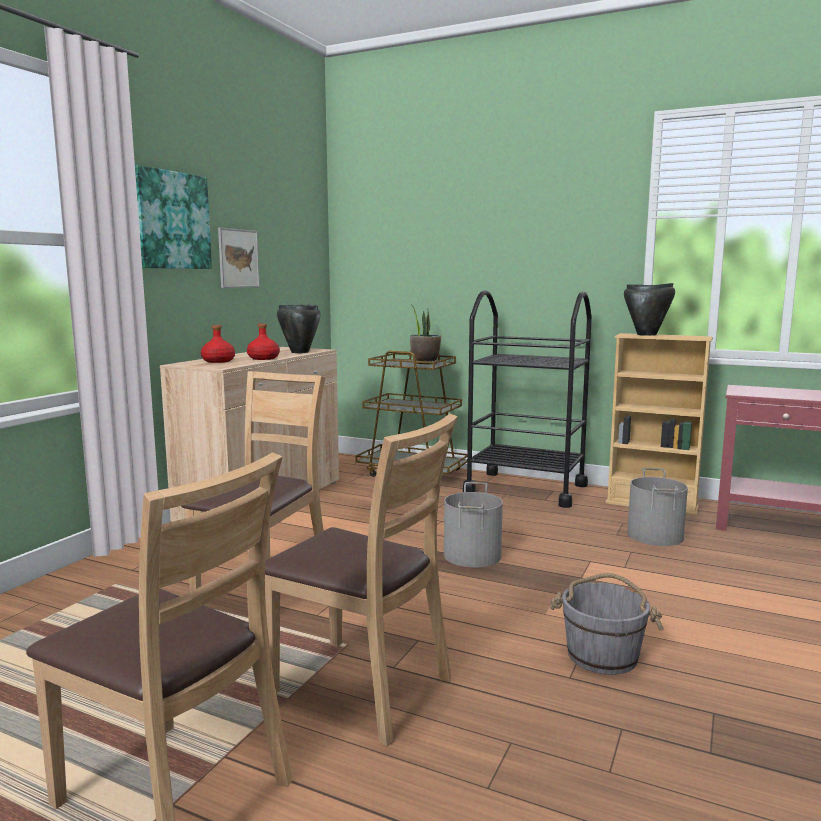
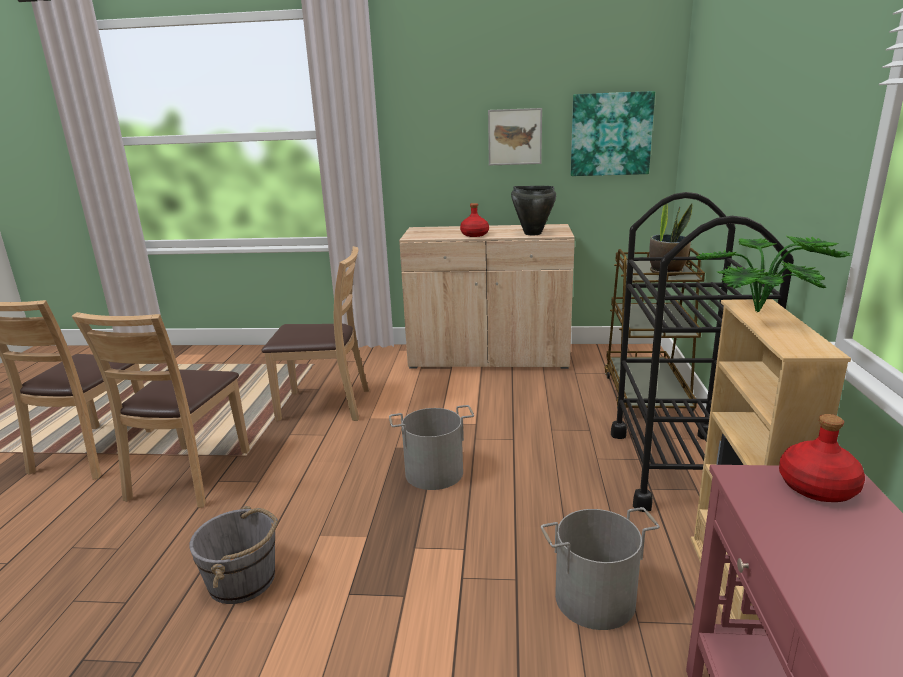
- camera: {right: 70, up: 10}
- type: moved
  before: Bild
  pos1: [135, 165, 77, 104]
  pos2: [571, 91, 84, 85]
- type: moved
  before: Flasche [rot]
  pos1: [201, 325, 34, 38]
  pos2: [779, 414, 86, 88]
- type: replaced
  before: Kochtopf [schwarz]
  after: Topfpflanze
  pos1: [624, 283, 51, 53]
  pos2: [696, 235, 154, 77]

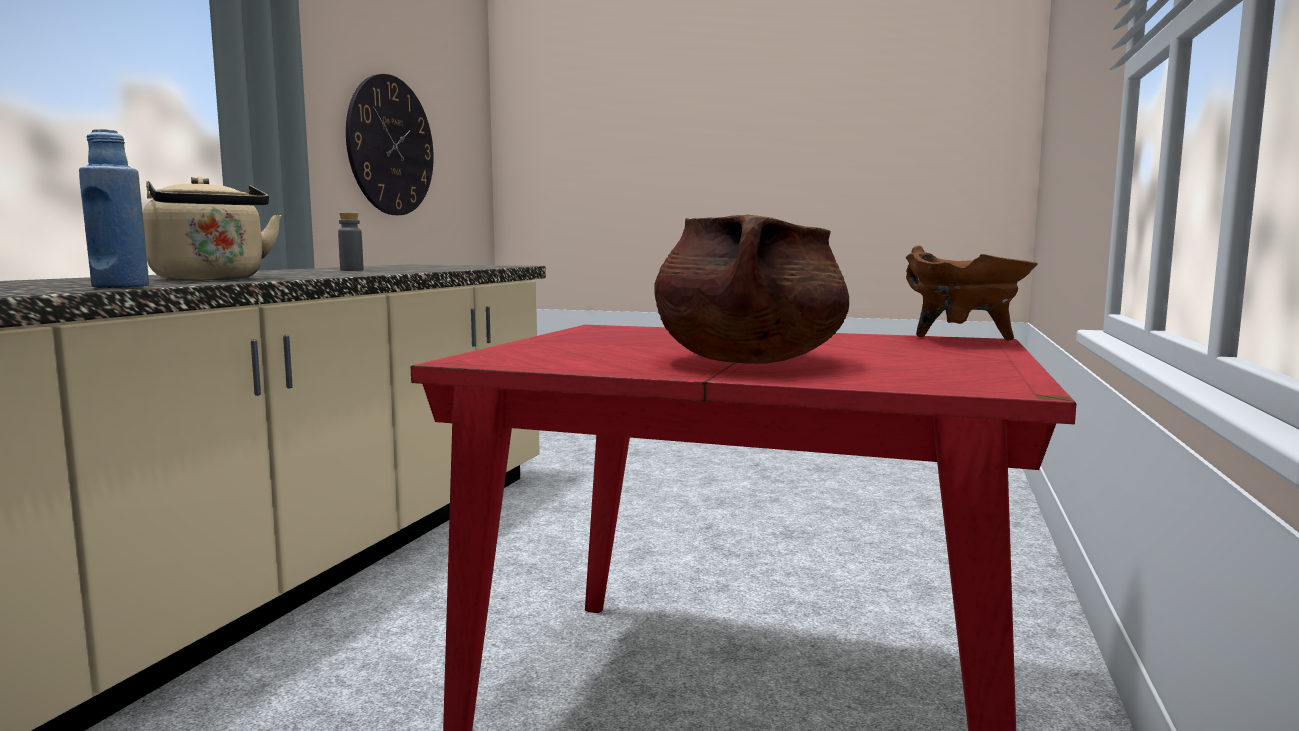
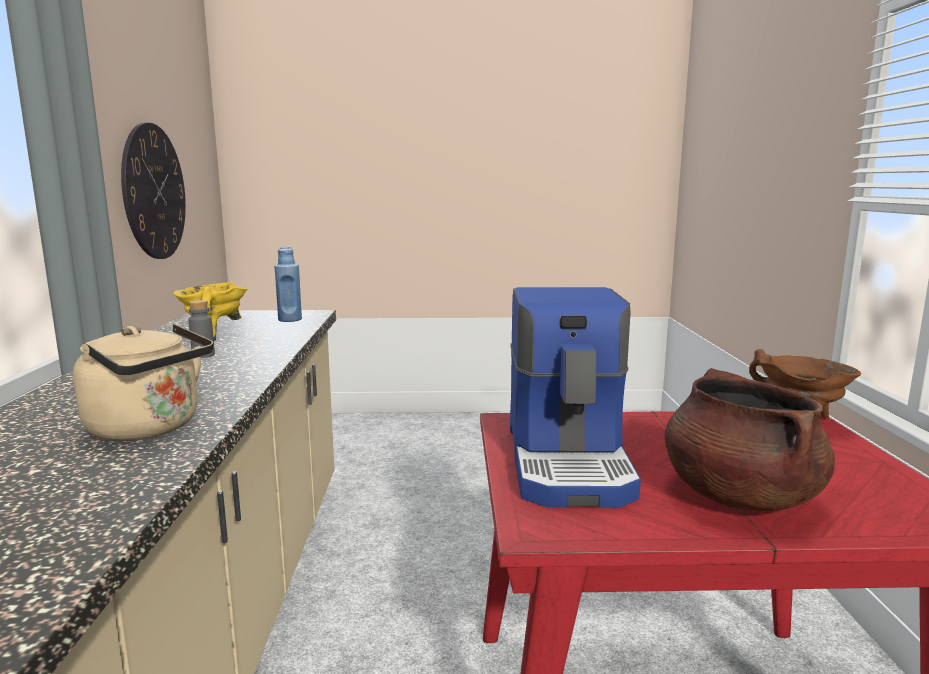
- camera: {right: -20, up: 5}
- type: added
  after: Kochtopf [gelb]
  pos2: [173, 282, 75, 59]
- type: added
  after: Kaffeemaschine
  pos2: [510, 287, 131, 221]
- type: moved
  before: Flasche [blau]
  pos1: [79, 129, 70, 159]
  pos2: [274, 246, 28, 76]

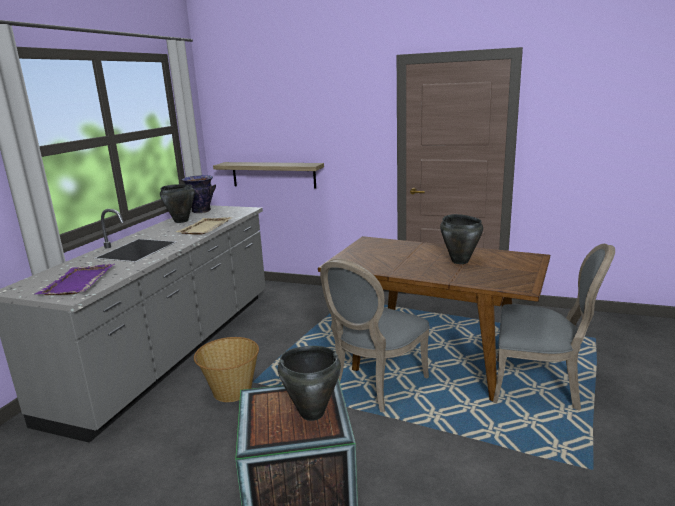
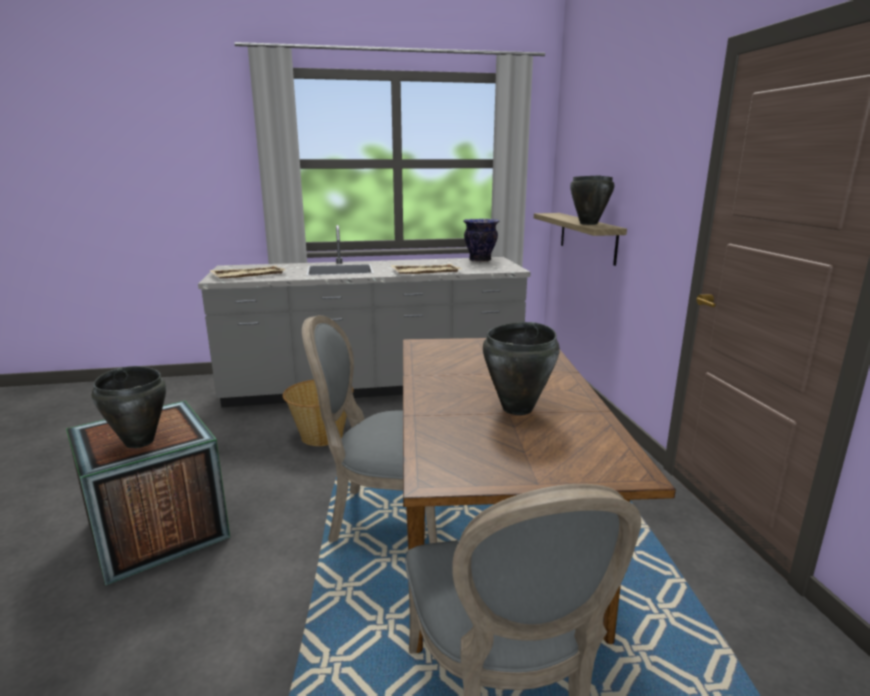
- camera: {right: 60, up: 0}
- type: moved
  before: Kochtopf [schwarz]
  pos1: [160, 184, 35, 39]
  pos2: [570, 175, 44, 50]
- type: recoloured
  before: Tablett [lila]
  after: Tablett [beige]
  pos1: [34, 264, 80, 31]
  pos2: [210, 266, 76, 12]

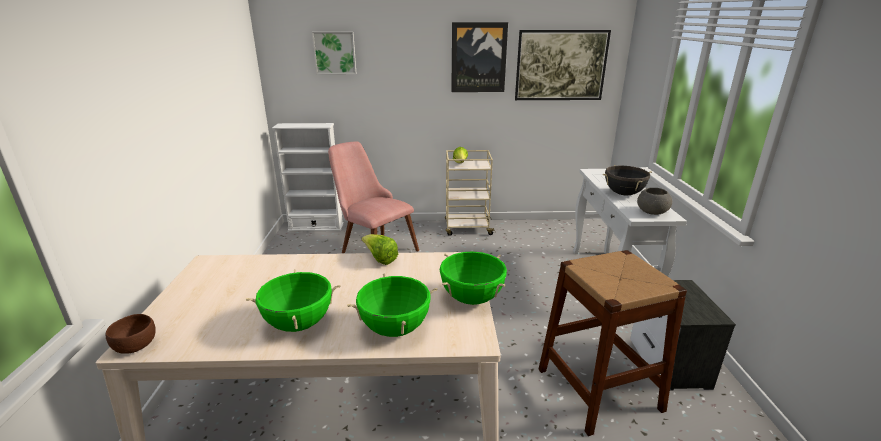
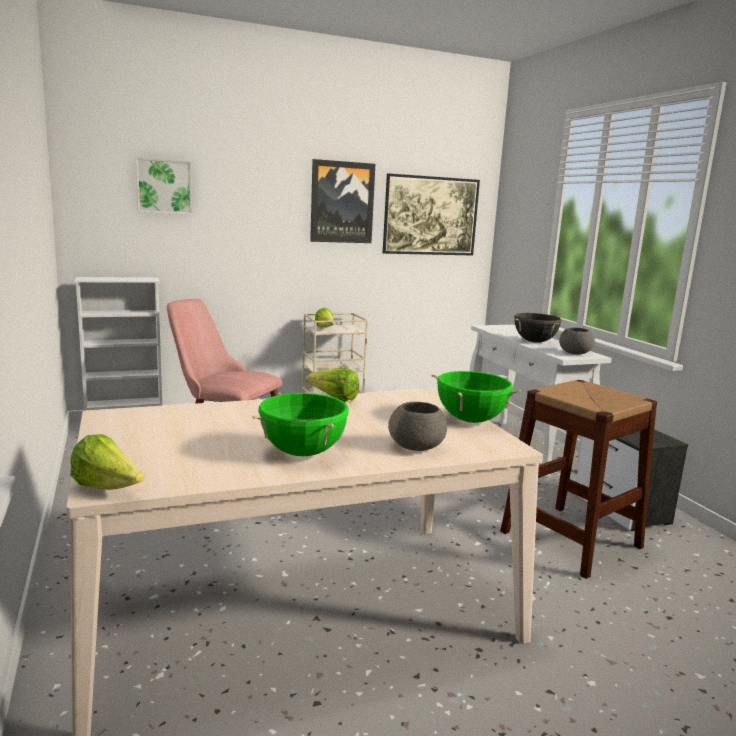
- camera: {right: -20, up: -10}
- type: replaced
  before: Schüssel [braun]
  after: Salatkopf
  pos1: [106, 314, 50, 40]
  pos2: [70, 435, 74, 55]
- type: replaced
  before: Kochtopf [grün]
  after: Schüssel [grau]
  pos1: [347, 274, 91, 63]
  pos2: [388, 402, 59, 49]

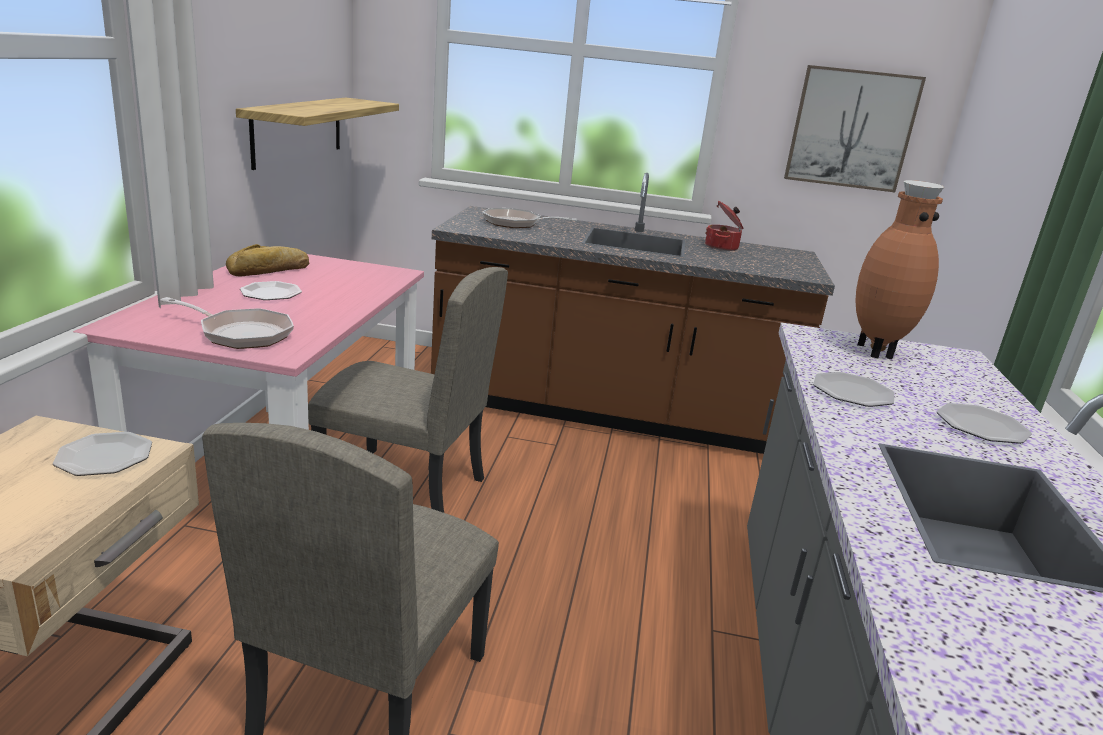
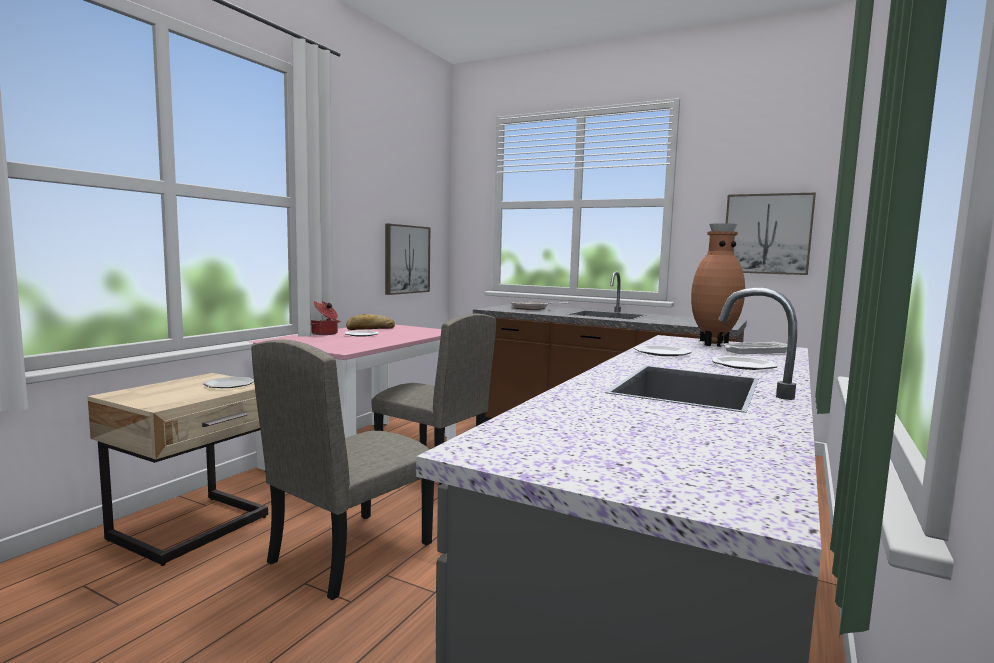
- camera: {right: 20, up: -15}
- type: removed
  before: Pfanne
  pos1: [160, 297, 134, 52]
- type: added
  after: Tablett [weiß]
  pos2: [720, 341, 67, 13]
- type: moved
  before: Kochtopf
  pos1: [705, 201, 38, 50]
  pos2: [311, 301, 30, 34]
- type: replaced
  before: Wandregal
  after: Bild
  pos1: [236, 97, 163, 73]
  pos2: [385, 224, 45, 71]

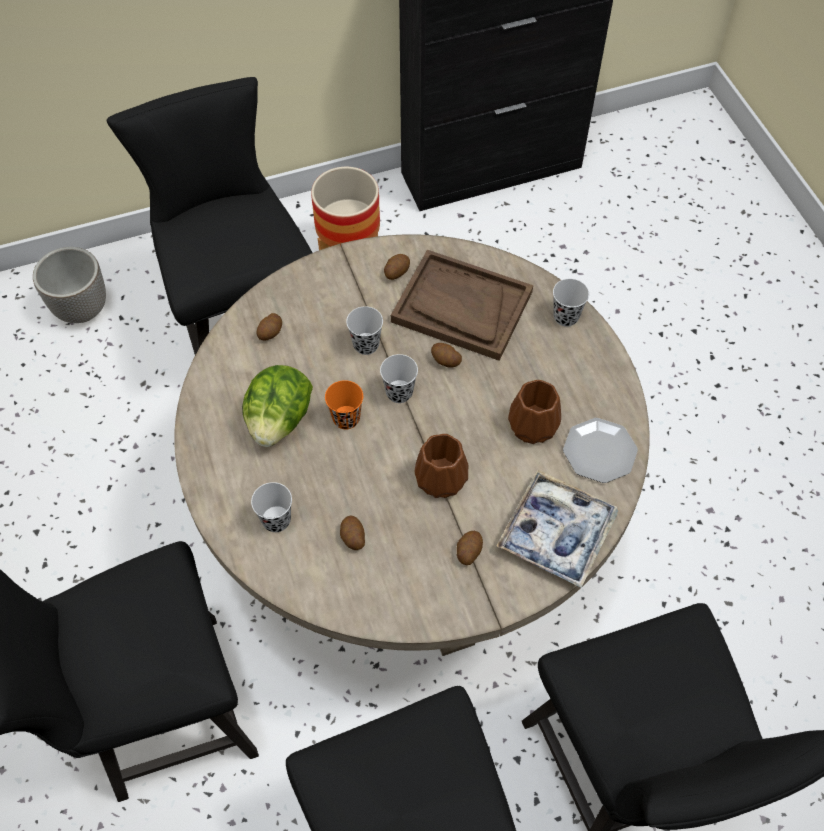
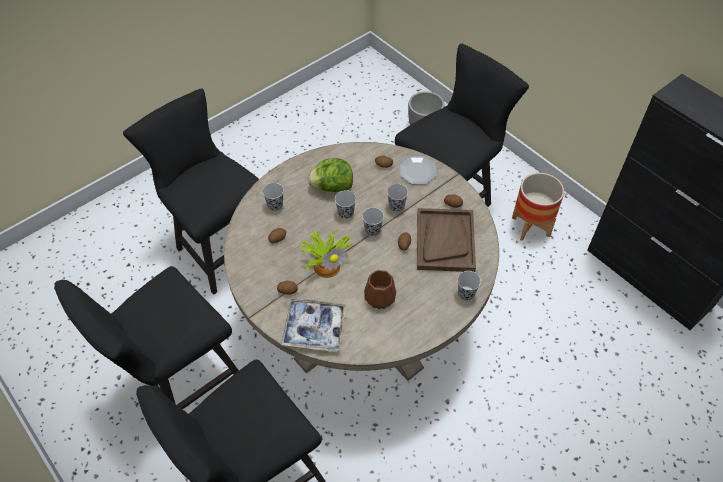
- camera: {right: 70, up: -5}
- type: moved
  before: Teller
  pos1: [563, 418, 75, 65]
  pos2: [399, 156, 38, 28]
- type: replaced
  before: Vase [braun]
  after: Topfpflanze
  pos1: [415, 434, 53, 64]
  pos2: [299, 231, 53, 47]
- type: recoloured
  before: Tasse [orange]
  after: Tasse [schwarz]
  pos1: [325, 380, 38, 49]
  pos2: [335, 190, 21, 29]

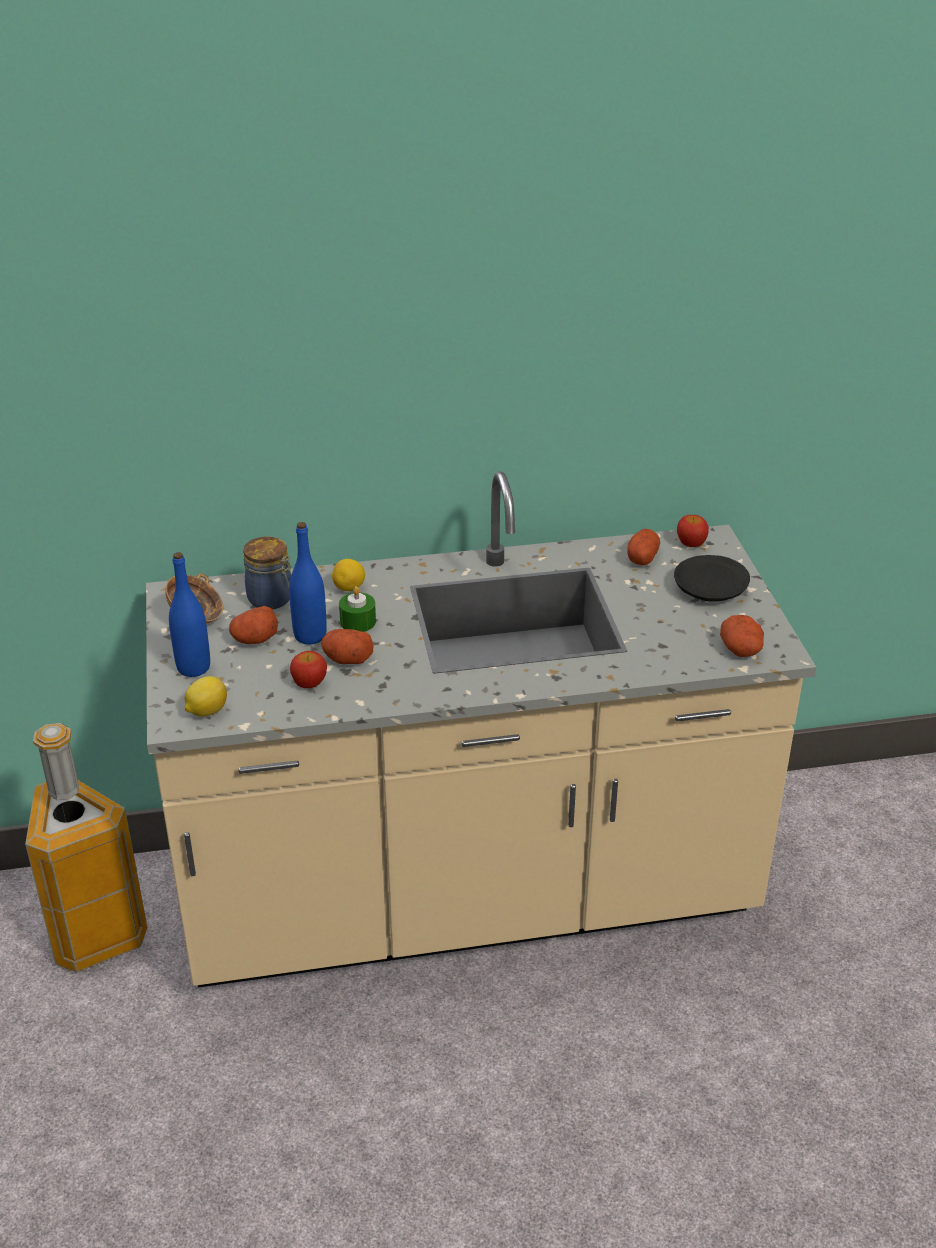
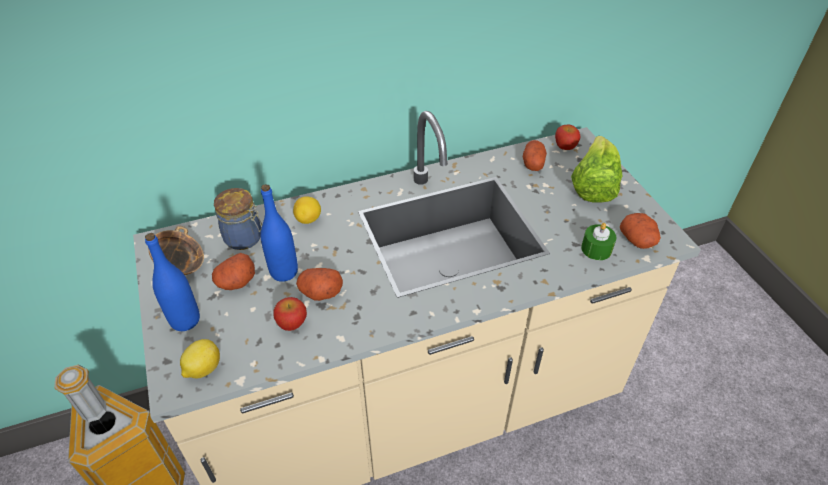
- camera: {right: -10, up: 10}
- type: moved
  before: Kerze [grün]
  pos1: [339, 586, 37, 46]
  pos2: [581, 223, 36, 37]
- type: replaced
  before: Teller [schwarz]
  after: Salatkopf
  pos1: [674, 555, 76, 47]
  pos2: [571, 136, 51, 67]

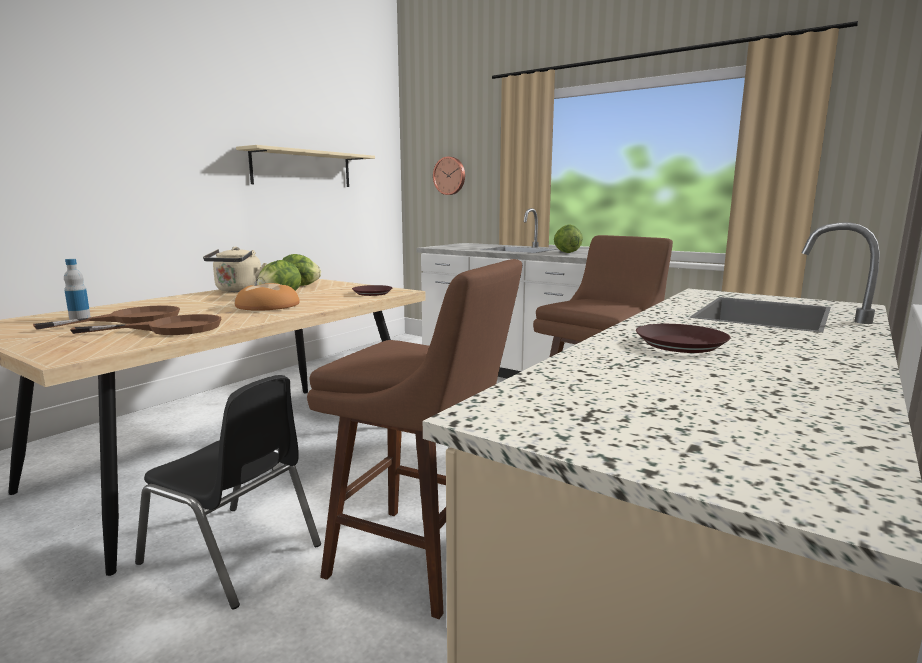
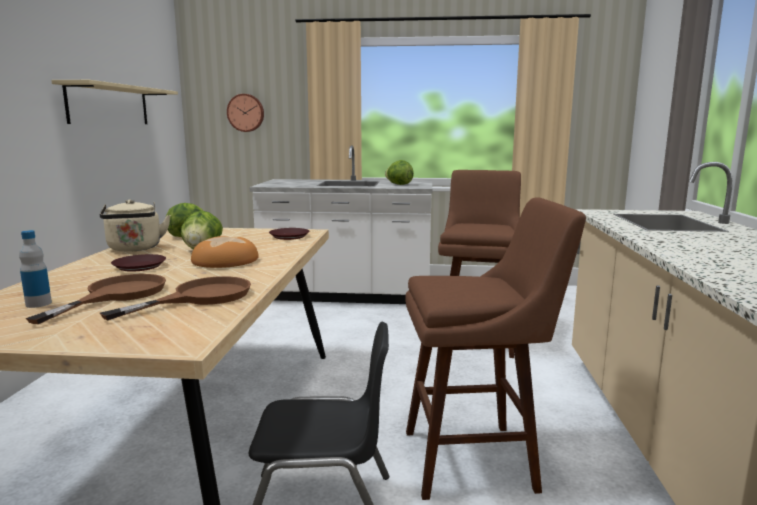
- camera: {right: -30, up: 0}
- type: moved
  before: Teller [braun]
  pos1: [636, 324, 95, 29]
  pos2: [111, 254, 55, 18]

